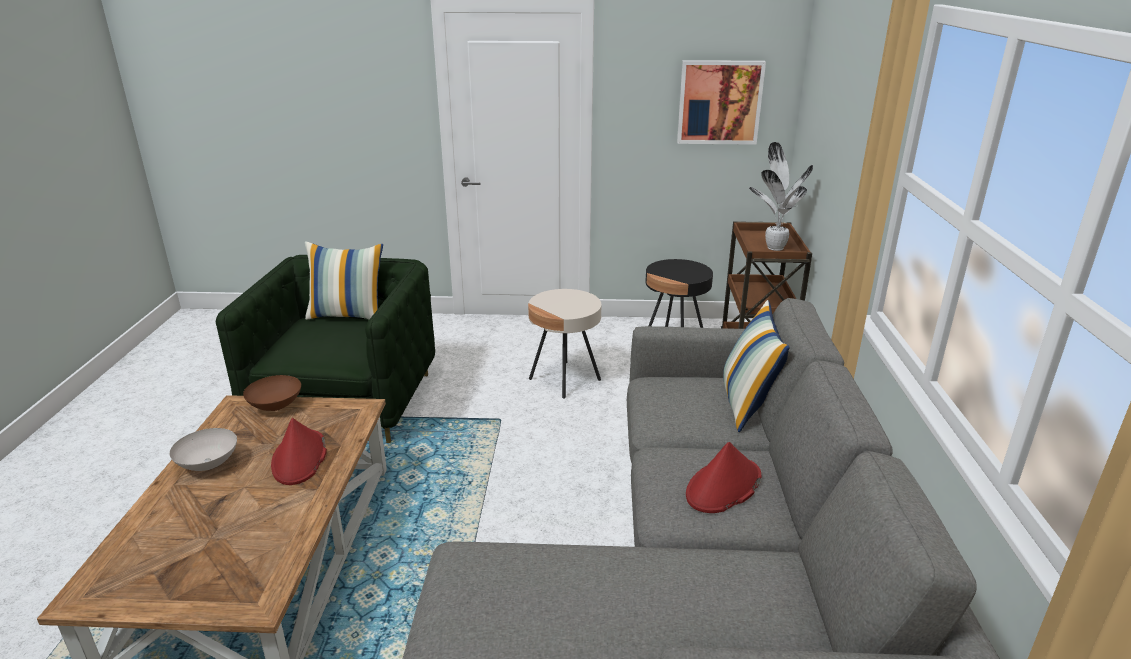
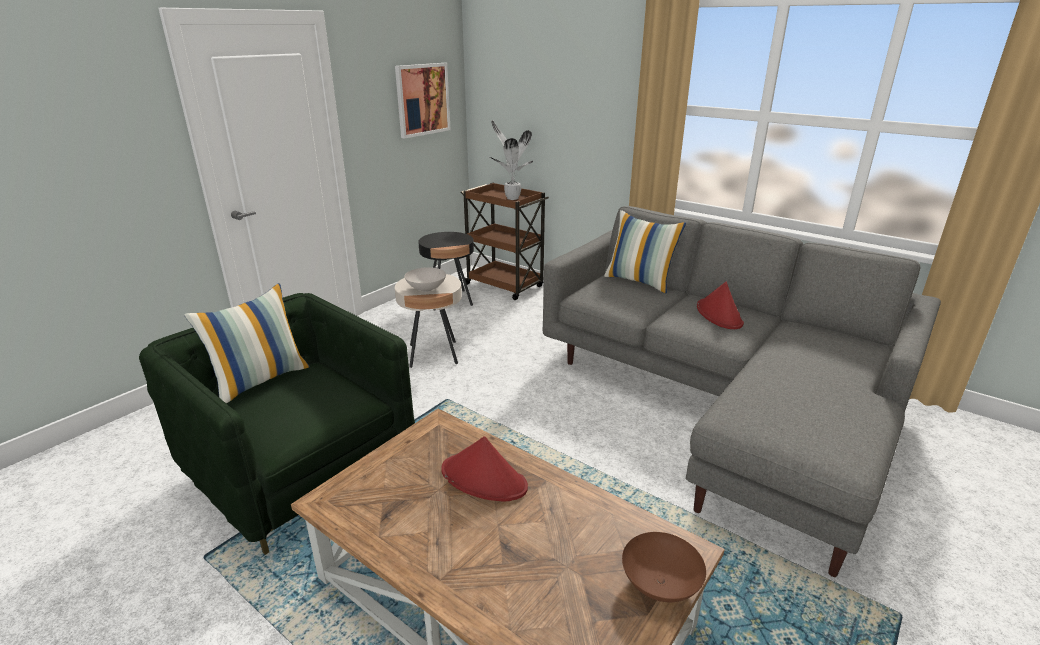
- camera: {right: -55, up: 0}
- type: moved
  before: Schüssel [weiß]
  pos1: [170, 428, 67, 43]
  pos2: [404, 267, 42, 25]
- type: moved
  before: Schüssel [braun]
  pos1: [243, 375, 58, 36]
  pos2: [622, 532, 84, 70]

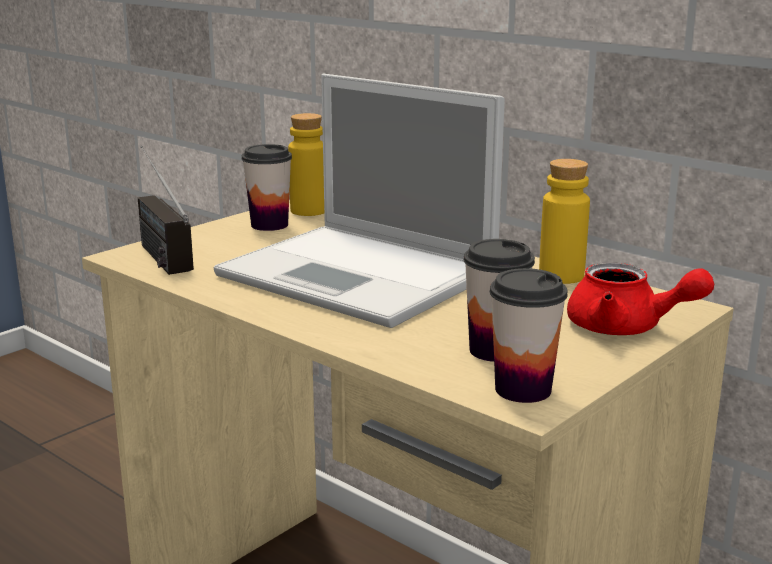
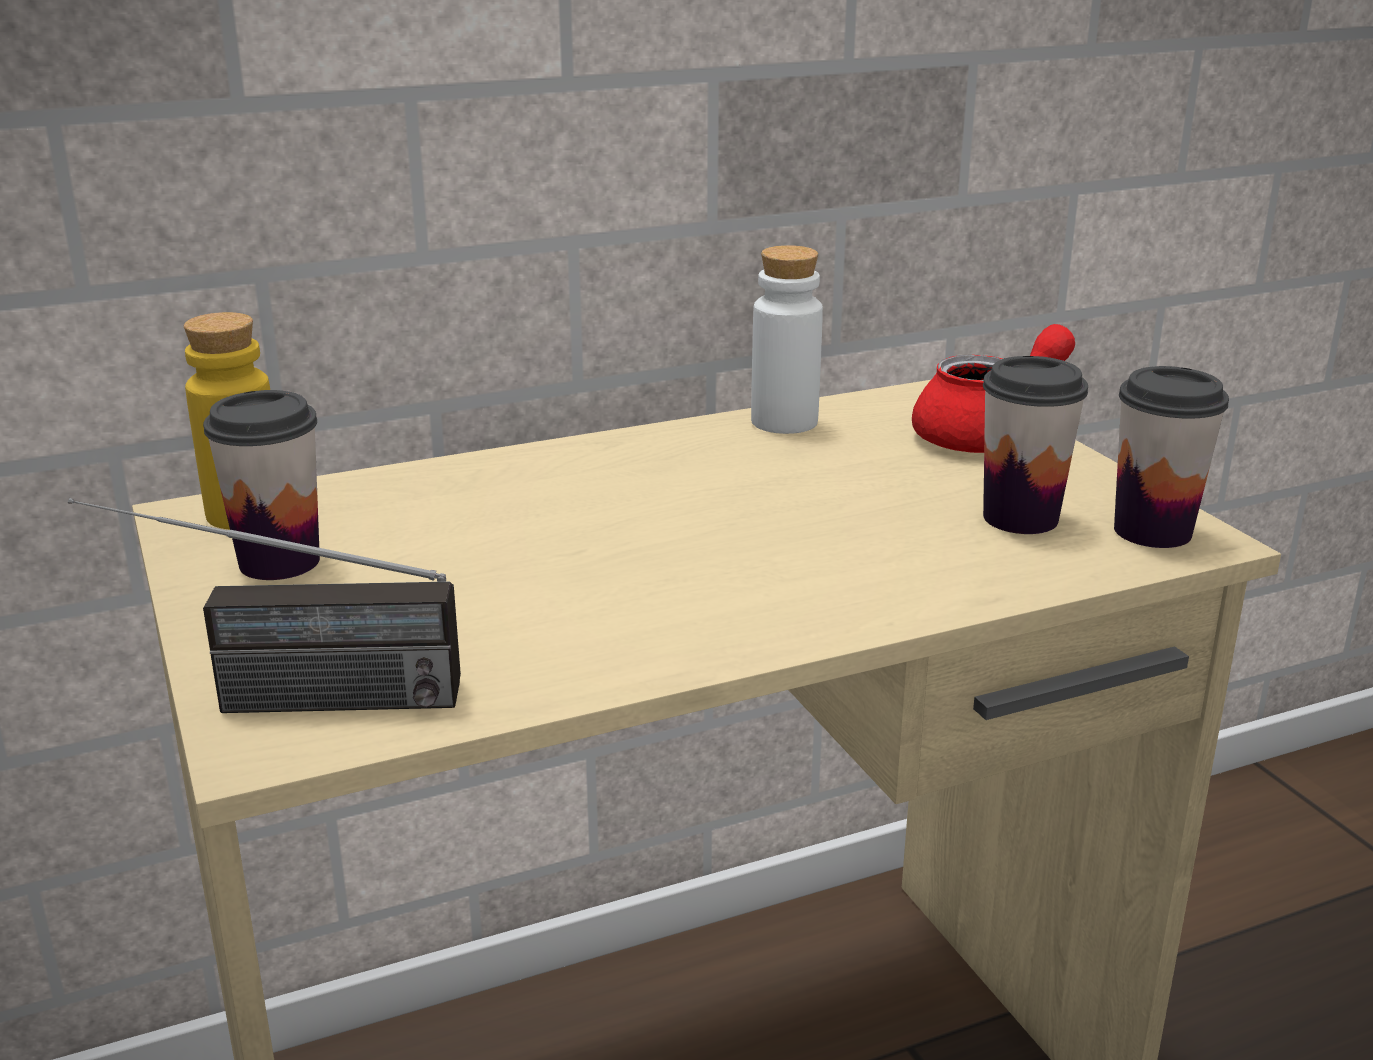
- camera: {right: -65, up: 5}
- type: removed
  before: Laptop
  pos1: [214, 74, 291, 254]
- type: recoloured
  before: Flasche [gelb]
  after: Flasche [weiß]
  pos1: [539, 159, 51, 125]
  pos2: [751, 245, 72, 189]

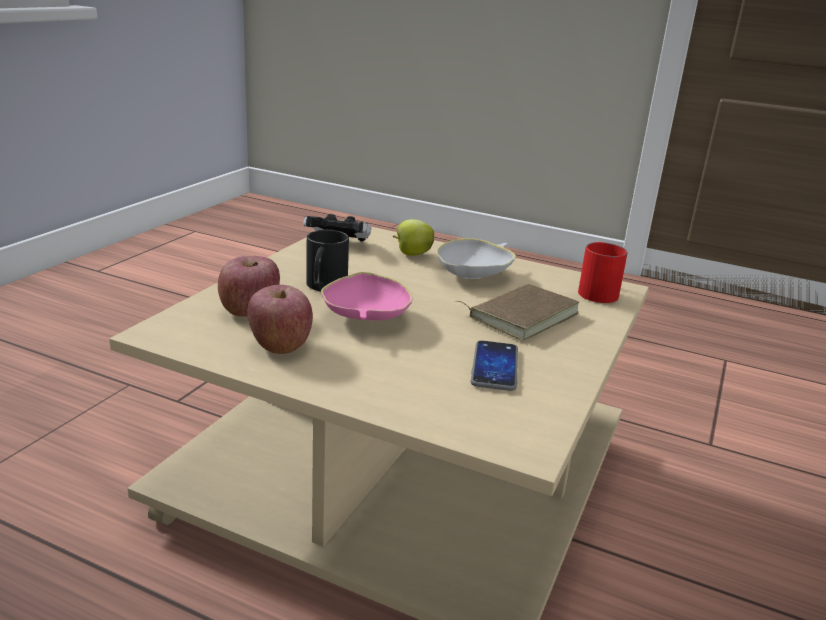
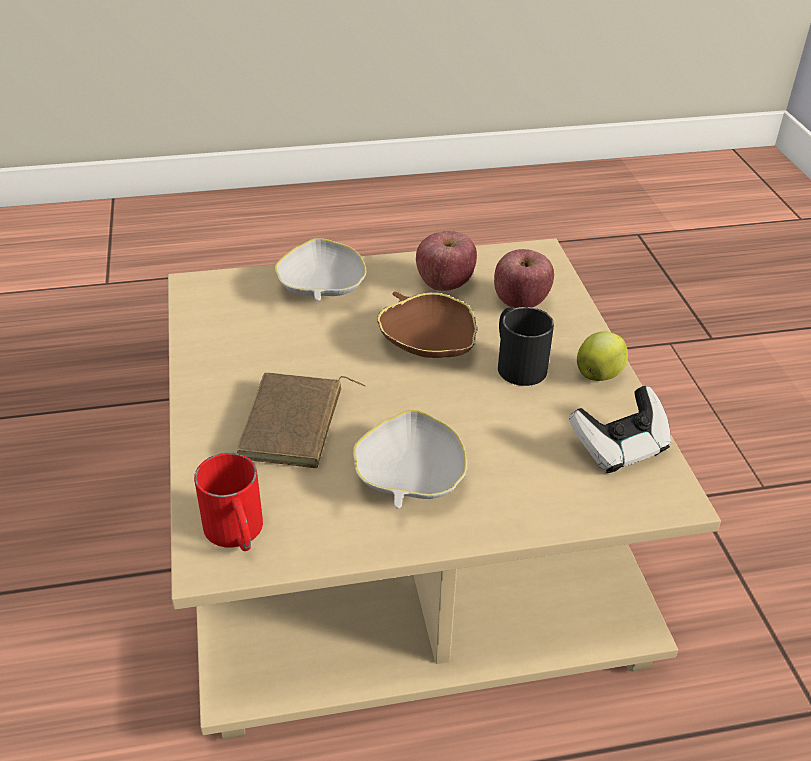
- camera: {right: 145, up: 15}
- type: removed
  before: Handy
  pos1: [471, 340, 47, 51]
- type: added
  after: Schüssel [weiß]
  pos2: [275, 238, 92, 63]
- type: moved
  before: Apfel
  pos1: [393, 219, 41, 37]
  pos2: [577, 332, 51, 49]
- type: recoloured
  before: Schüssel [rosa]
  after: Schüssel [braun]
  pos1: [321, 272, 92, 49]
  pos2: [377, 292, 100, 66]

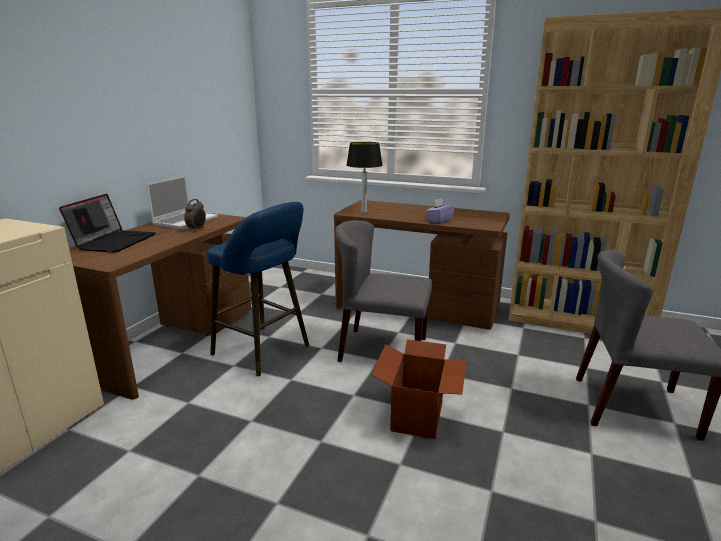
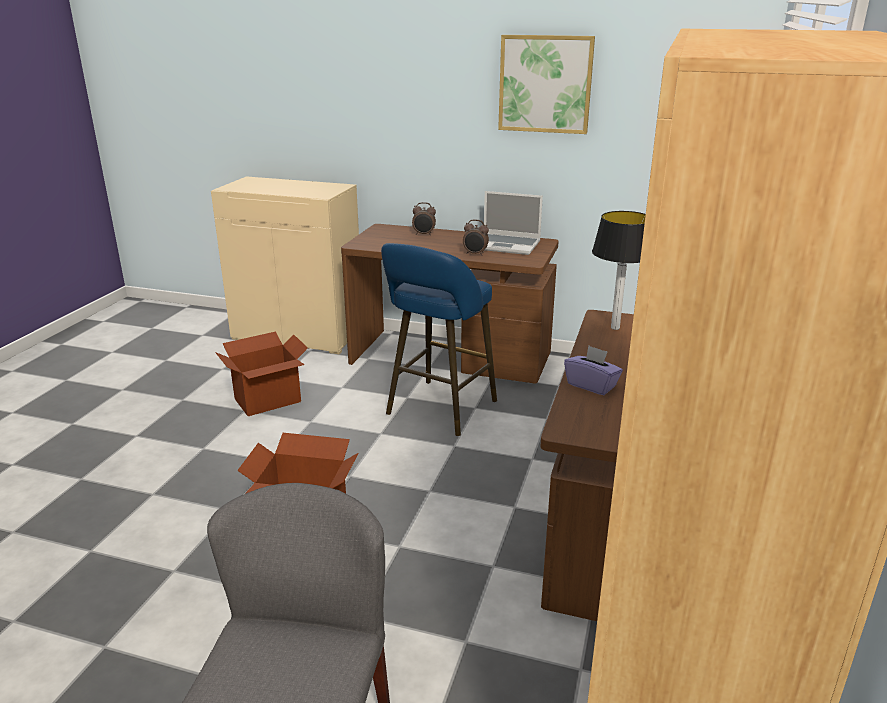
- camera: {right: 85, up: 5}
- type: removed
  before: Stuhl [grau]
  pos1: [335, 220, 97, 142]
- type: added
  after: Karton
  pos2: [215, 331, 93, 85]
- type: added
  after: Bild
  pos2: [498, 35, 97, 99]
- type: replaced
  before: Laptop
  after: Wecker
  pos1: [59, 194, 97, 59]
  pos2: [412, 202, 24, 34]

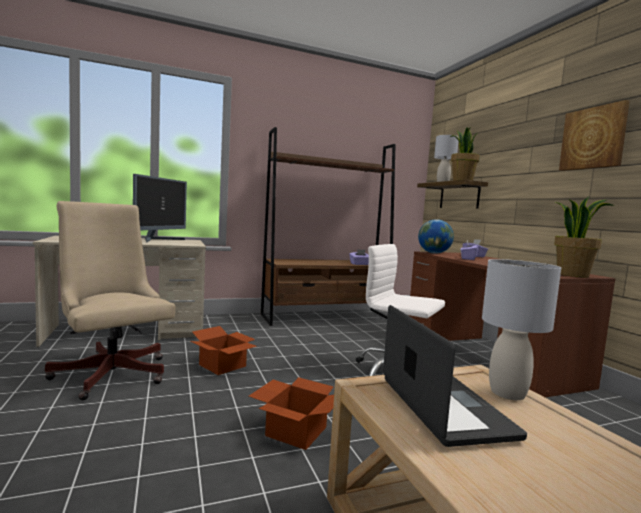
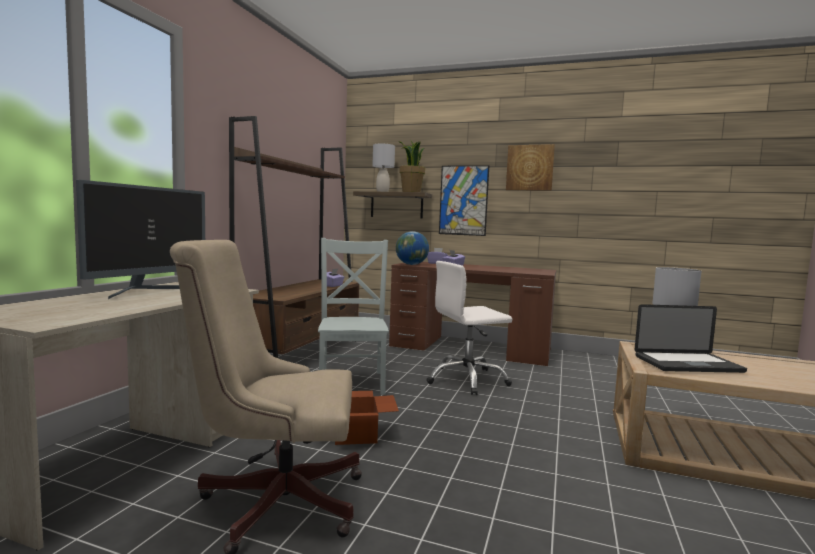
- camera: {right: -50, up: 0}
- type: removed
  before: Karton
  pos1: [249, 377, 85, 73]
- type: removed
  before: Topfpflanze
  pos1: [554, 197, 60, 81]
- type: added
  after: Stuhl [grau]
  pos2: [318, 238, 71, 157]
- type: added
  after: Bild
  pos2: [439, 165, 50, 71]
- type: turned
  before: Monitor
  pos1: [133, 174, 54, 69]
  pos2: [76, 180, 129, 119]
  turn: 60
- type: turned
  before: Laptop
  pos1: [383, 305, 144, 142]
  pos2: [634, 304, 113, 69]
  turn: 150

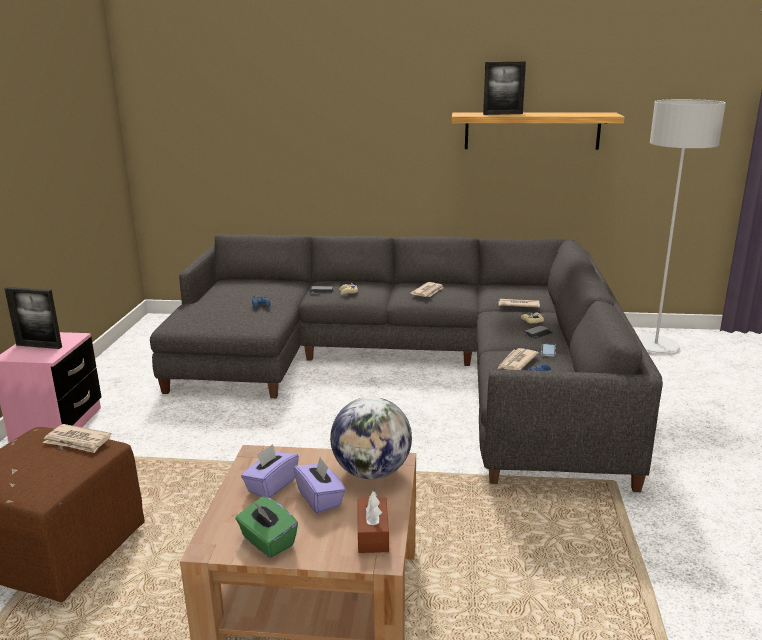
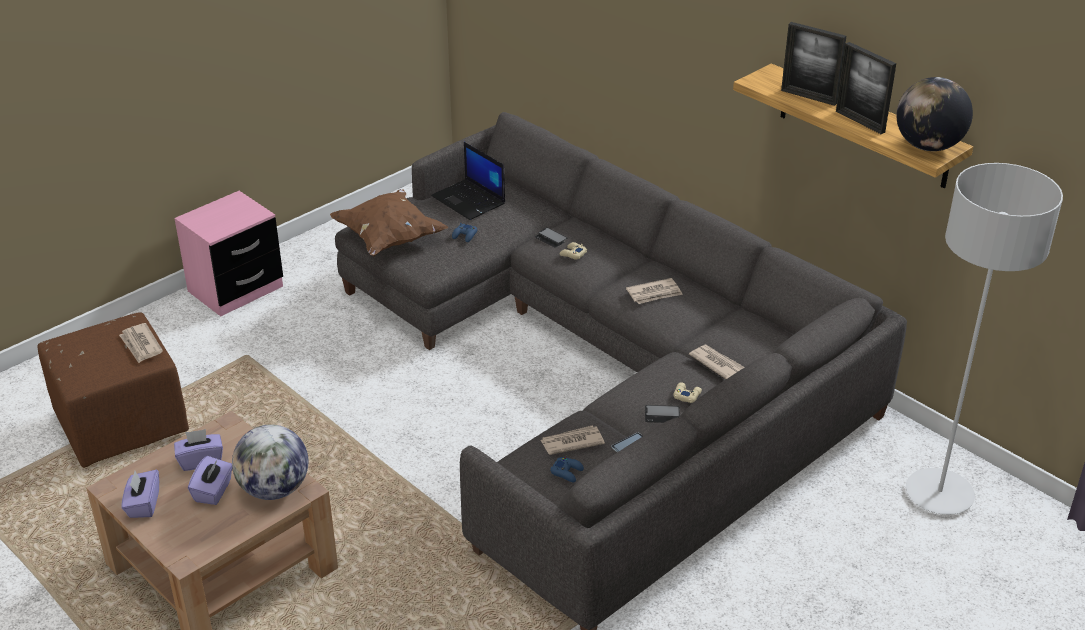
- camera: {right: 40, up: 15}
- type: removed
  before: Taschentuchbox [braun]
  pos1: [357, 491, 32, 62]
- type: added
  after: Kissen [braun]
  pos2: [330, 189, 119, 67]
- type: added
  after: Laptop
  pos2: [431, 142, 74, 78]
- type: added
  after: Globus
  pos2: [896, 77, 77, 74]
- type: moved
  before: Bilderrahmen
  pos1: [4, 287, 58, 62]
  pos2: [836, 42, 60, 92]
- type: recoloured
  before: Taschentuchbox [grün]
  after: Taschentuchbox [lila]
  pos1: [235, 496, 63, 62]
  pos2: [122, 470, 37, 48]

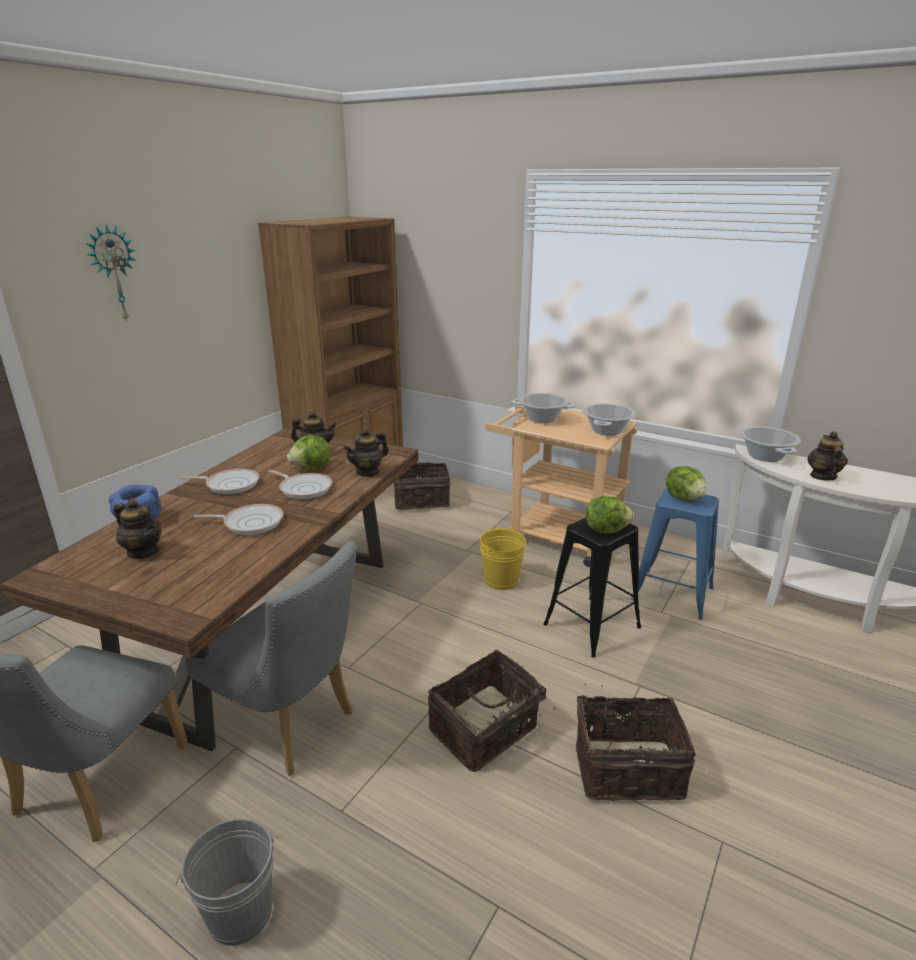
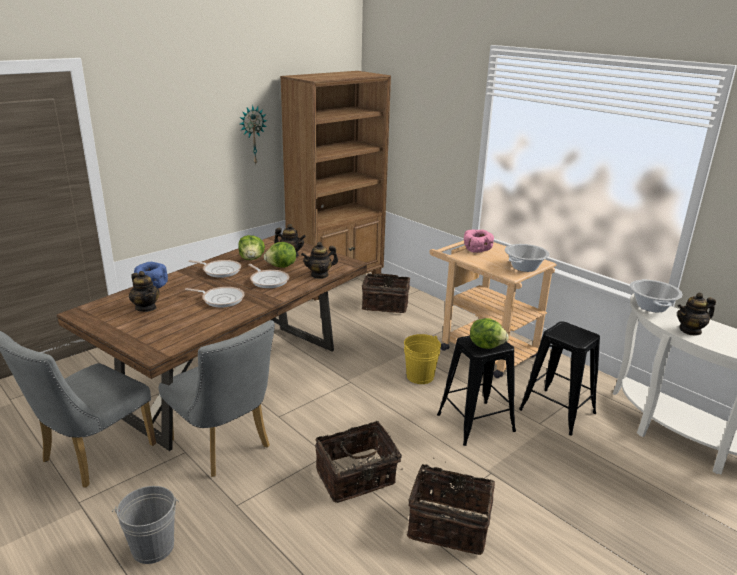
- camera: {right: 15, up: 0}
- type: moved
  before: Wanduhr
  pos1: [86, 224, 49, 98]
  pos2: [240, 105, 27, 60]
- type: moved
  before: Salatkopf
  pos1: [666, 466, 40, 35]
  pos2: [238, 235, 27, 25]
- type: replaced
  before: Kochtopf
  after: Schüssel [rosa]
  pos1: [512, 393, 64, 30]
  pos2: [464, 230, 30, 23]
- type: recoloured
  before: Hocker [blau]
  after: Hocker [schwarz]
  pos1: [631, 488, 88, 132]
  pos2: [519, 321, 81, 115]
- type: turned
  before: Teekanne
  pos1: [807, 431, 41, 50]
  pos2: [677, 293, 39, 43]
  turn: -135

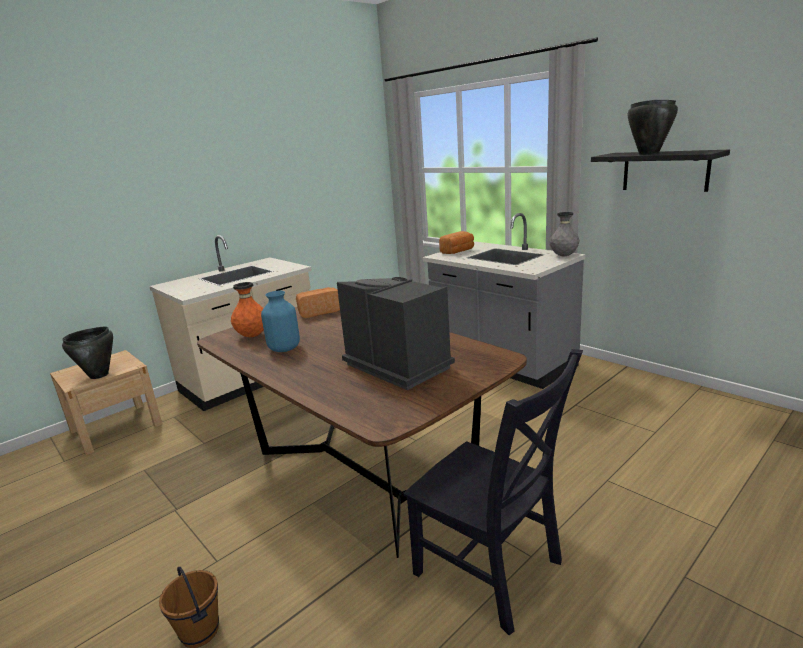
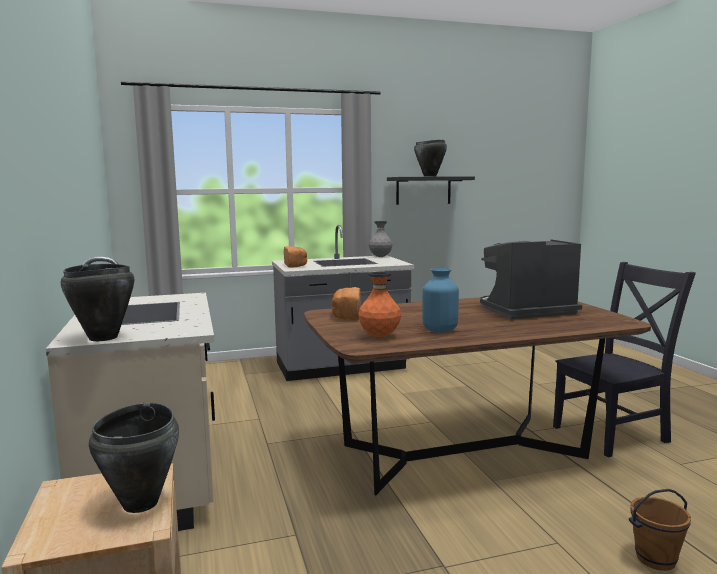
- camera: {right: -65, up: -10}
- type: added
  after: Kochtopf [schwarz]
  pos2: [61, 264, 73, 77]

